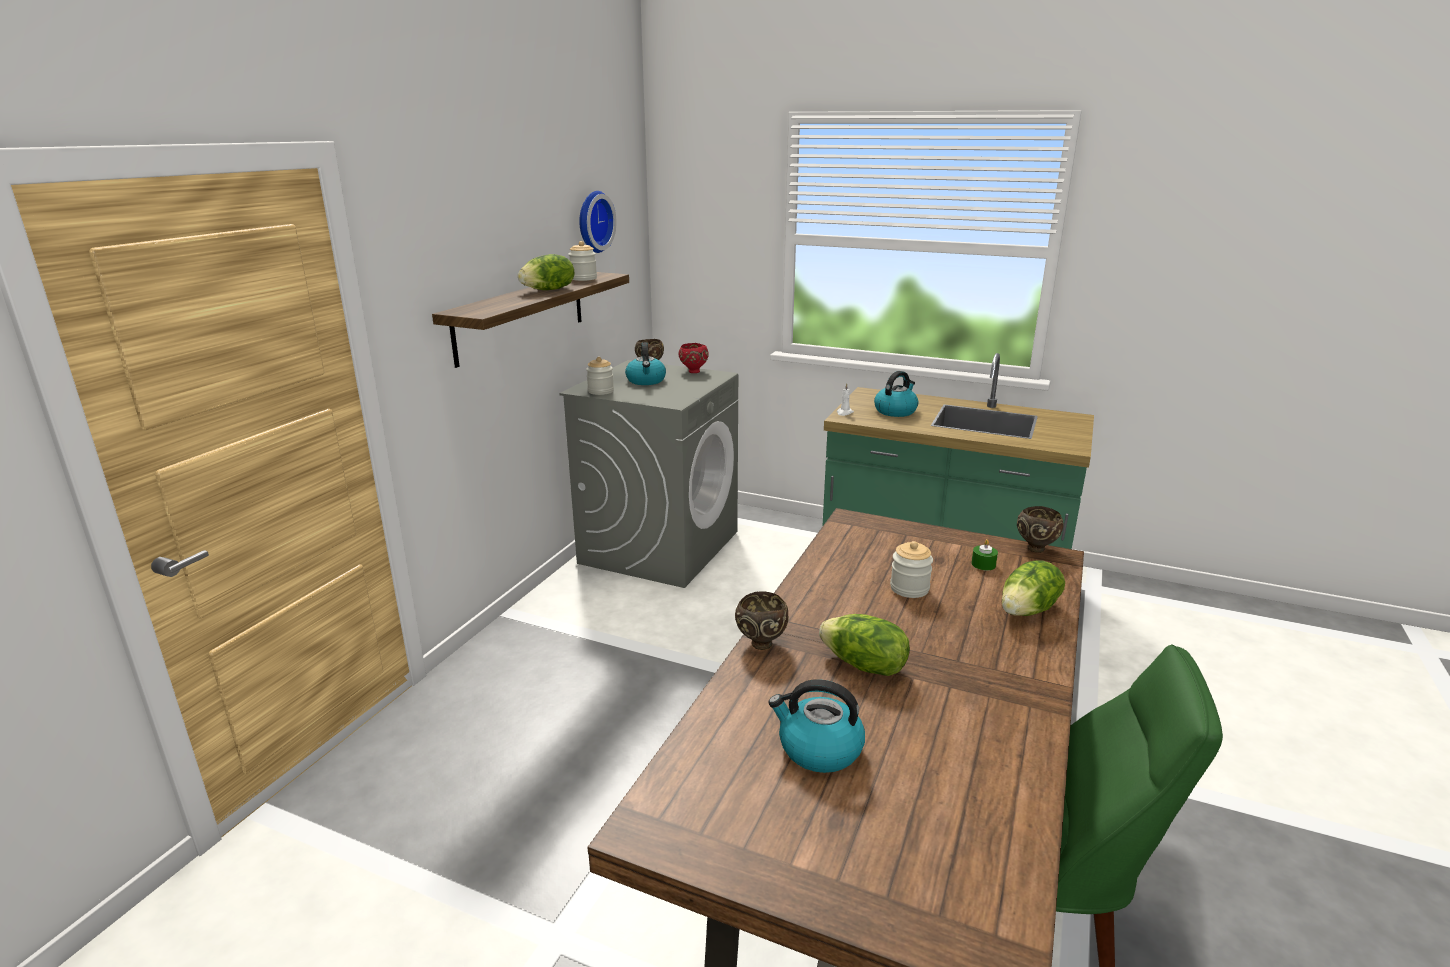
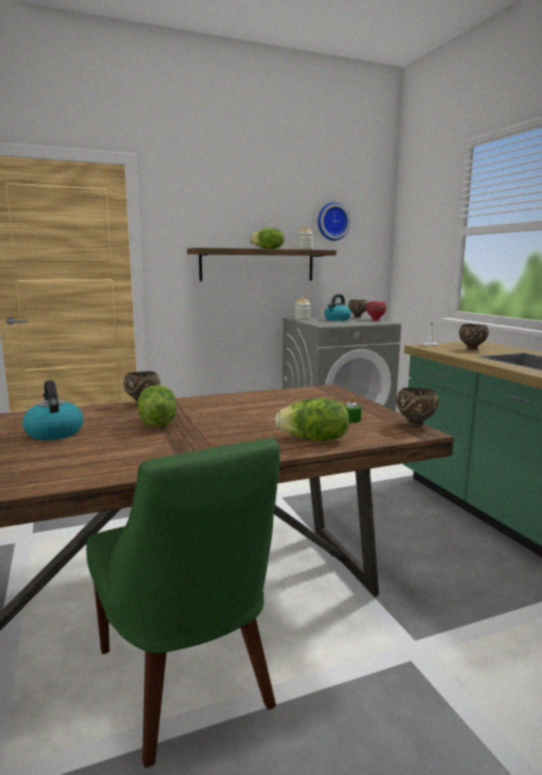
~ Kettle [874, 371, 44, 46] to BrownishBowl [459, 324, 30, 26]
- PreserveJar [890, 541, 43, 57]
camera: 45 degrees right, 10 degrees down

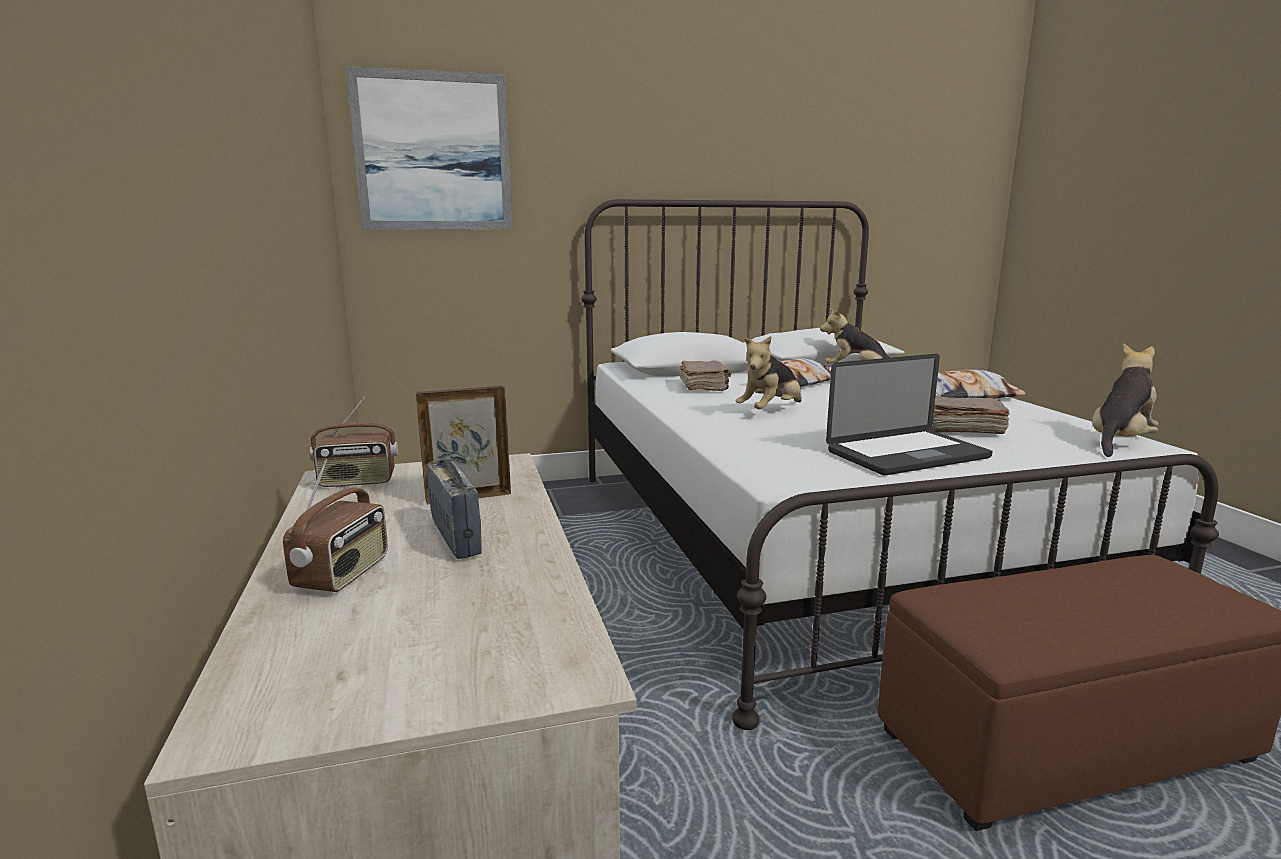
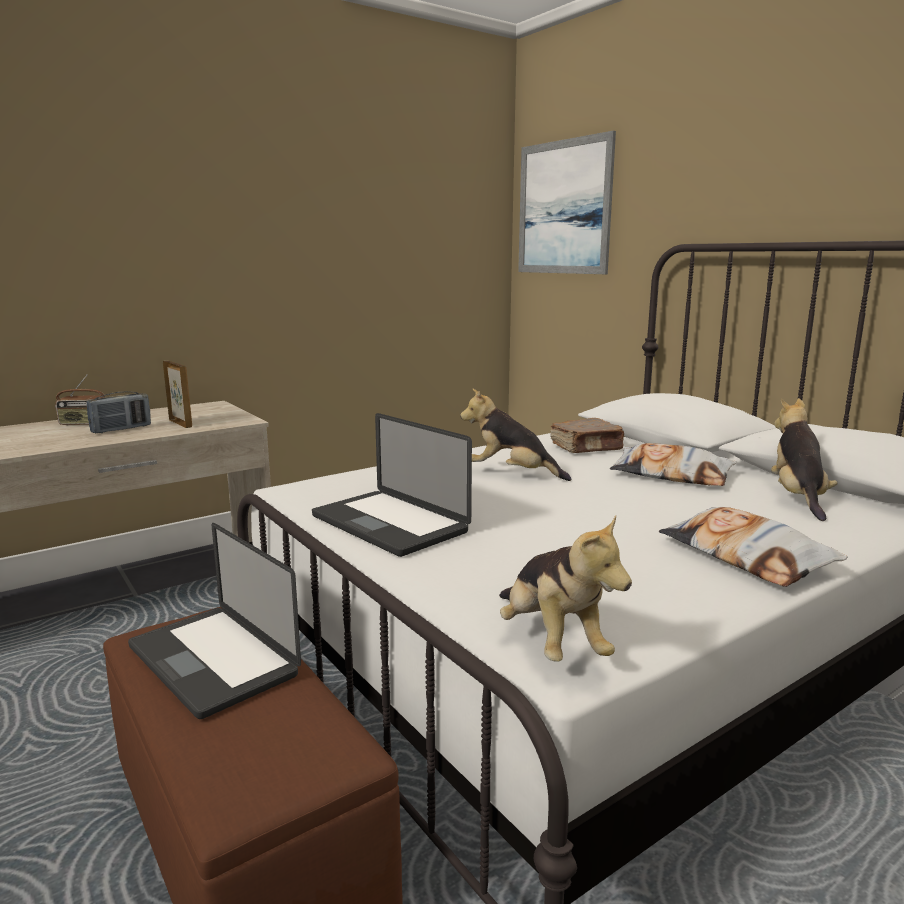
- RadioSet [310, 397, 88, 90]
- BrownishVolume [930, 397, 80, 37]
~ PlushToy [1092, 343, 66, 114] = [499, 515, 133, 147] 45 degrees clockwise
+ NotebookComputer [128, 523, 173, 196]
camera: 70 degrees right, 0 degrees up

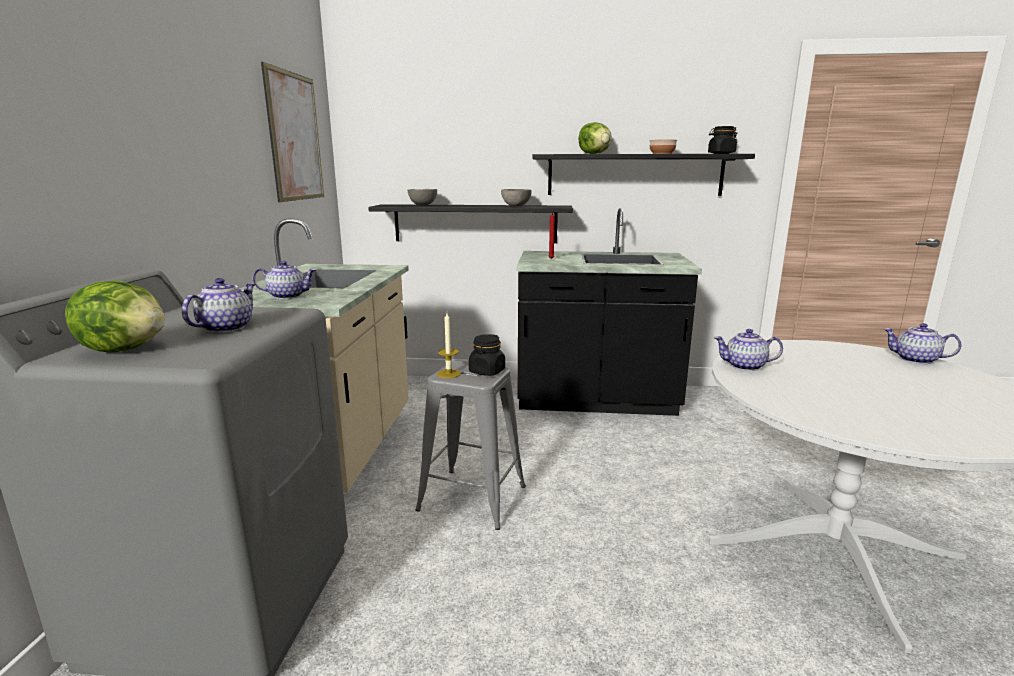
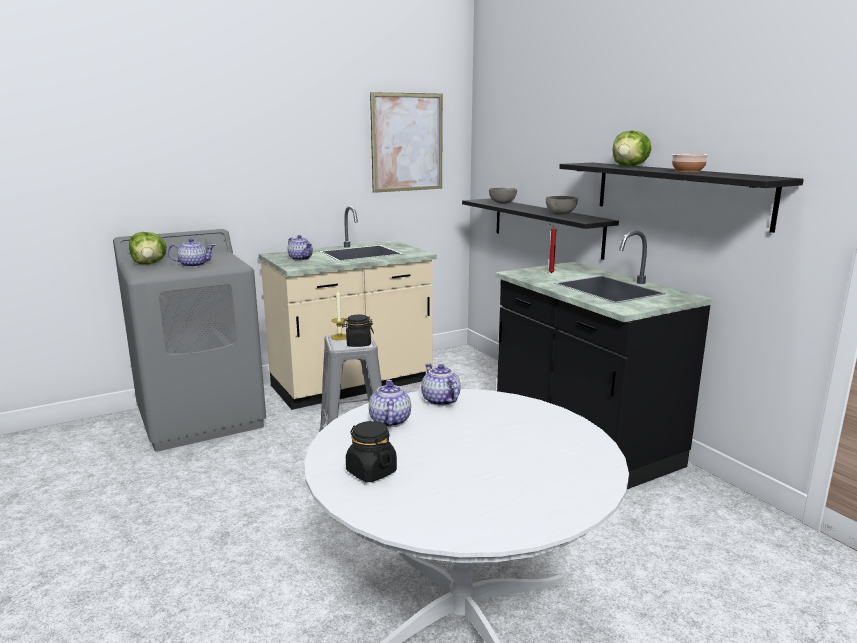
~ BlackishPreserveJar [708, 126, 29, 28] to [346, 421, 51, 61]
~ PotForTea [884, 323, 77, 41] to [369, 380, 42, 47]
camera: 55 degrees right, 0 degrees up

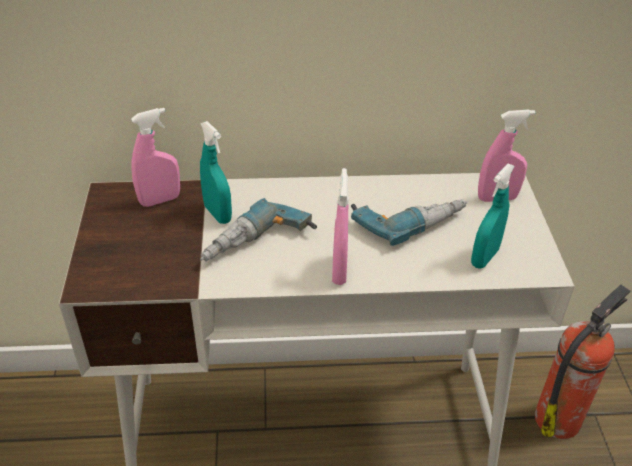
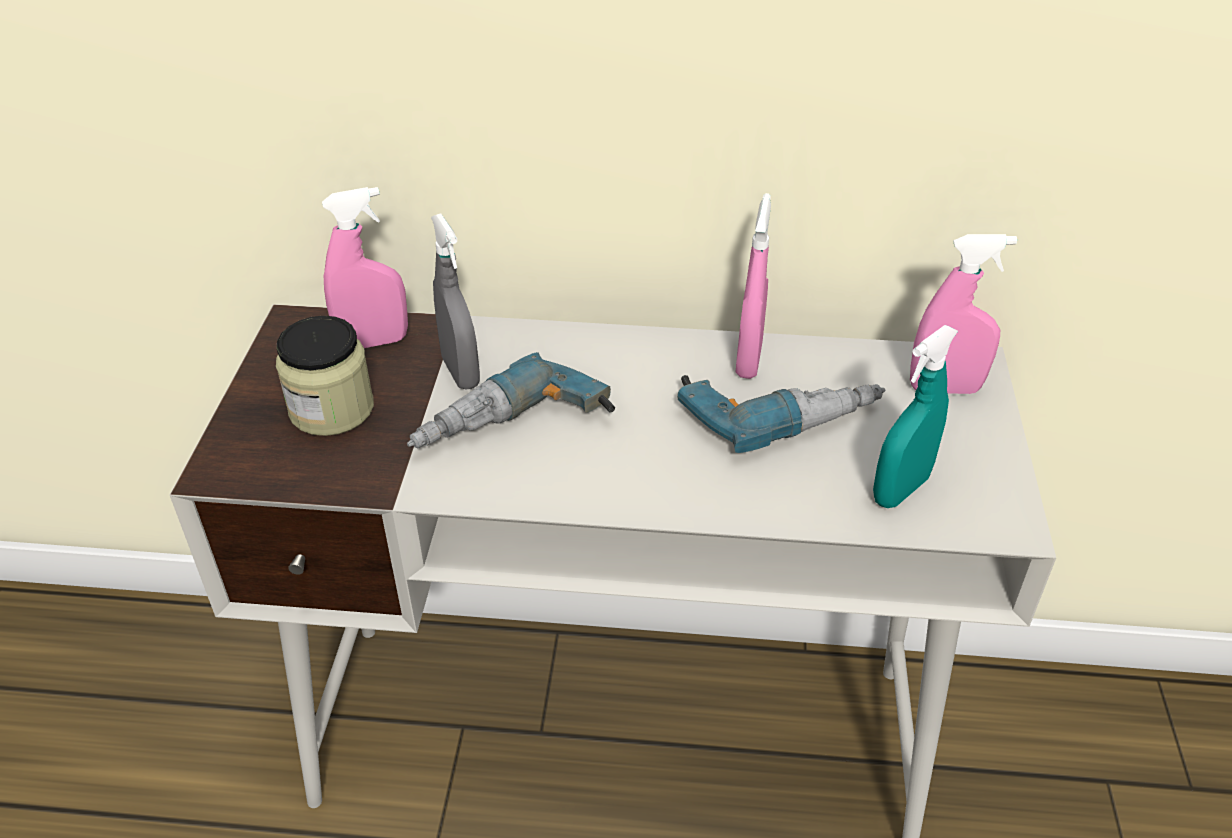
~ TurquoiseColouredSprayBottle [200, 121, 32, 103] to GreySprayBottle [431, 213, 49, 176]
~ PinkColouredSprayBottle [332, 168, 17, 117] to [735, 193, 36, 186]
- FireExtinguisher [535, 285, 96, 154]
+ PreserveJar [276, 316, 98, 120]
camera: 10 degrees right, 0 degrees up

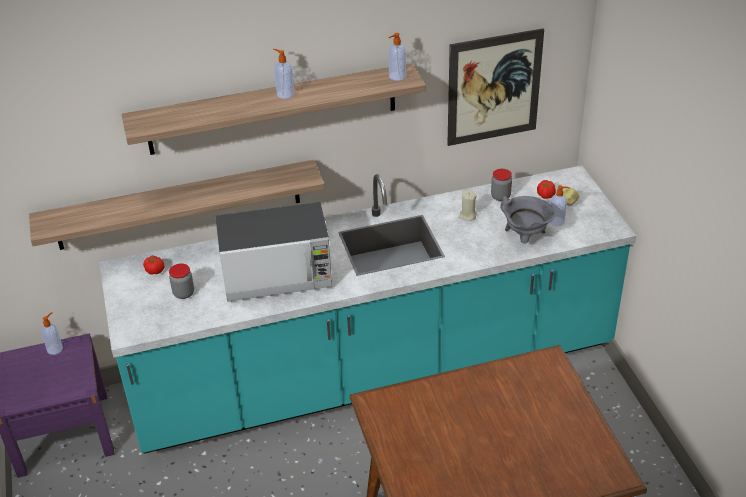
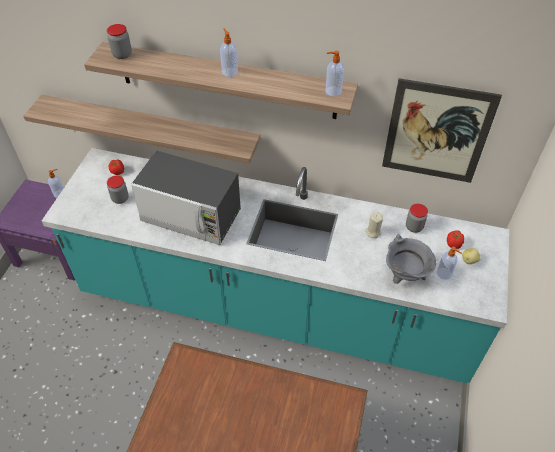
+ PreserveJar [107, 24, 25, 35]
camera: 30 degrees right, 10 degrees up

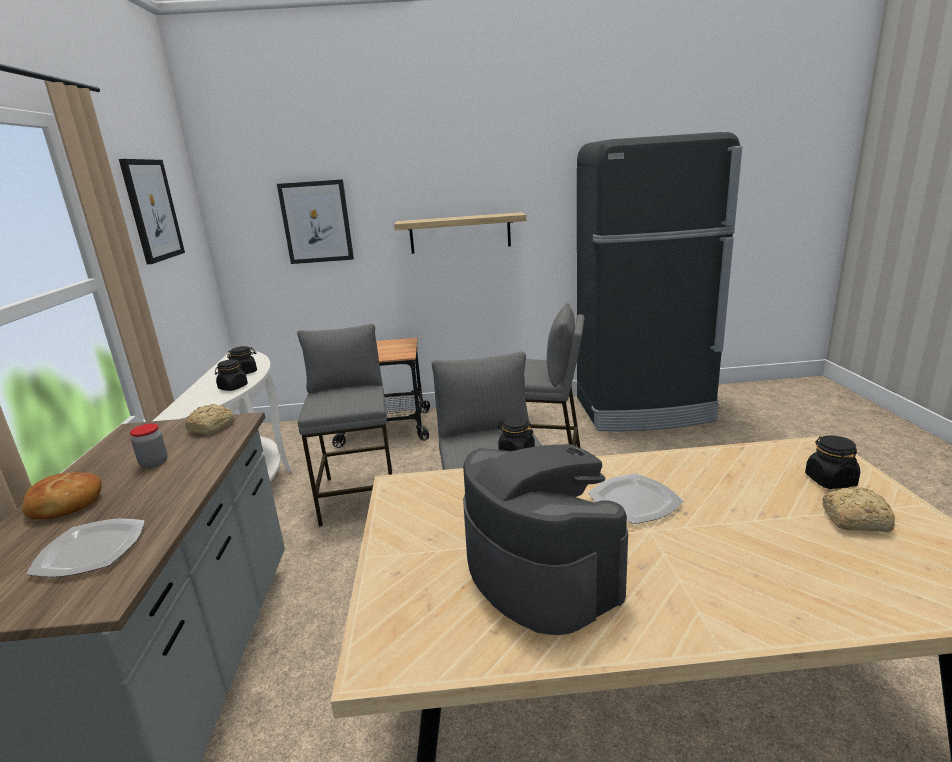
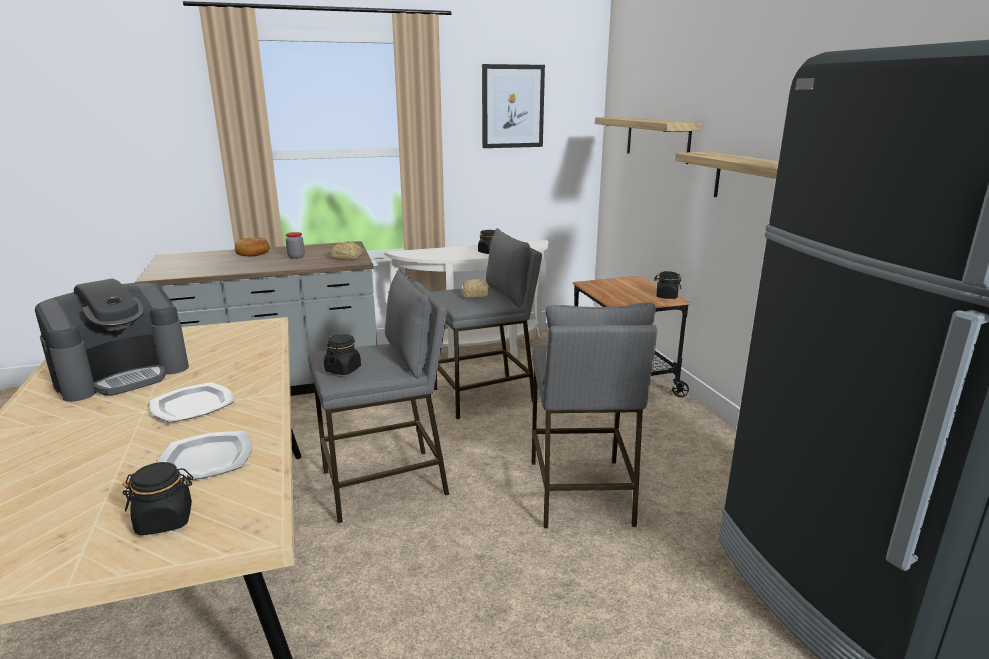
~ Plate [27, 519, 118, 58] to [157, 431, 95, 49]
~ BlackishPreserveJar [215, 359, 33, 32] to [654, 271, 27, 28]
~ WallPicture [277, 179, 77, 85] to BracketShelf [595, 117, 107, 47]
~ Bread [822, 486, 73, 46] to [463, 279, 26, 19]
camera: 75 degrees right, 0 degrees up

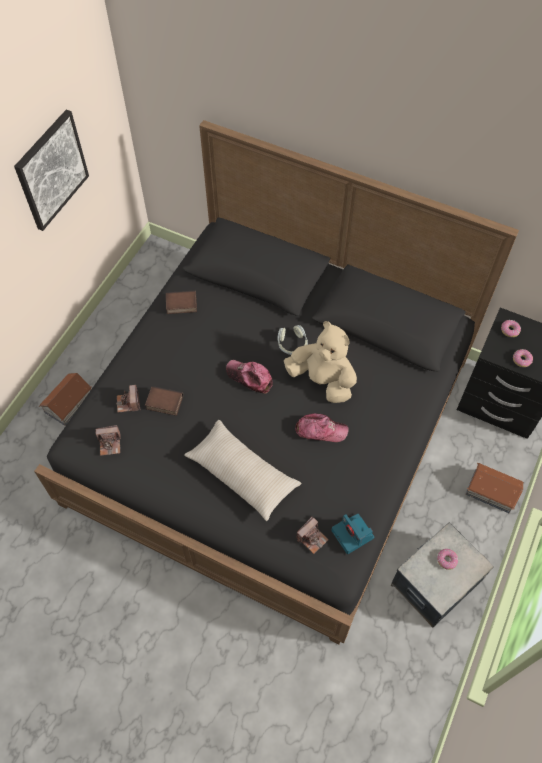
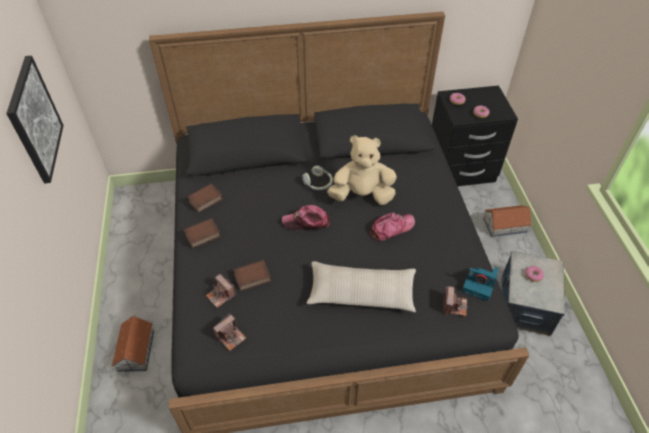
+ Volume [183, 218, 38, 30]
camera: 35 degrees left, 10 degrees down

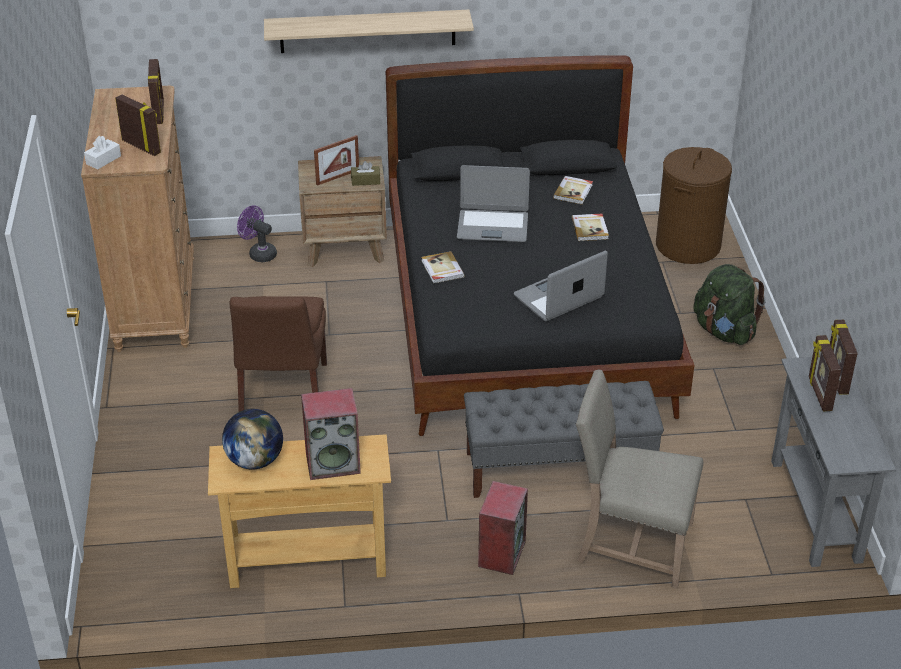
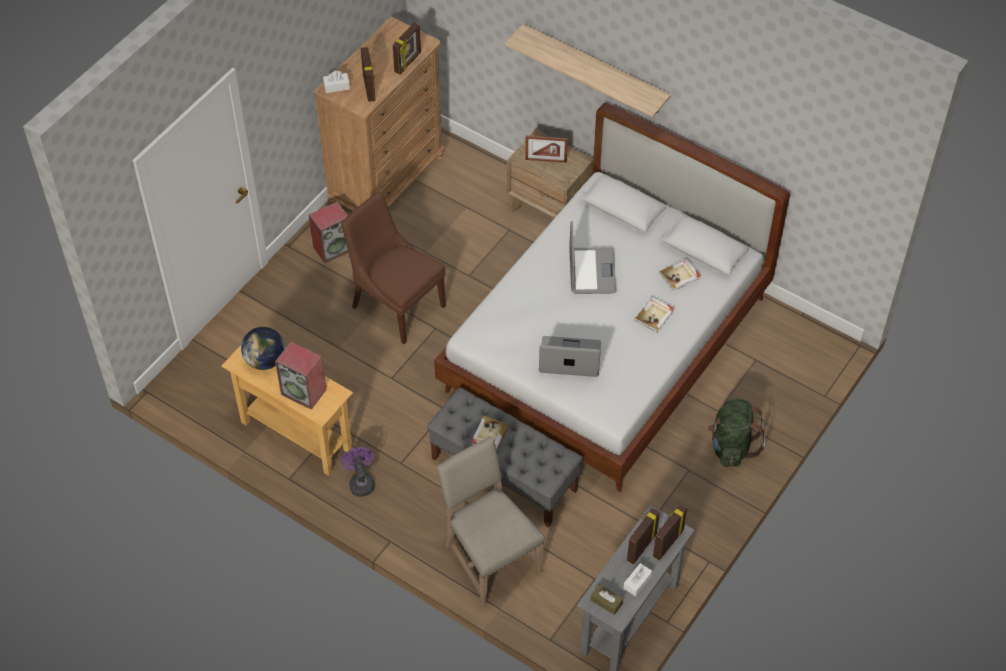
~ BrownishPlainChair [230, 296, 97, 116] = [341, 192, 105, 152] 90 degrees clockwise
~ PurpleColouredCoolingFan [237, 206, 40, 56] to [341, 447, 34, 50]
~ BrownishTissueBox [351, 161, 29, 25] to [591, 584, 32, 31]
~ BlackishSleepingBed [386, 55, 308, 381] to WhiteSleepingBed [434, 103, 356, 389]
~ Volume [421, 251, 44, 32] to [471, 416, 38, 35]
~ NotebookComputer [457, 165, 73, 77] = [569, 221, 47, 73] 135 degrees counterclockwise
~ AudioSpeaker [478, 481, 50, 94] to [309, 202, 39, 61]
- BrownishHamper [656, 147, 76, 117]
+ WhiteTissueBox [623, 563, 30, 34]
camera: 40 degrees right, 15 degrees up

